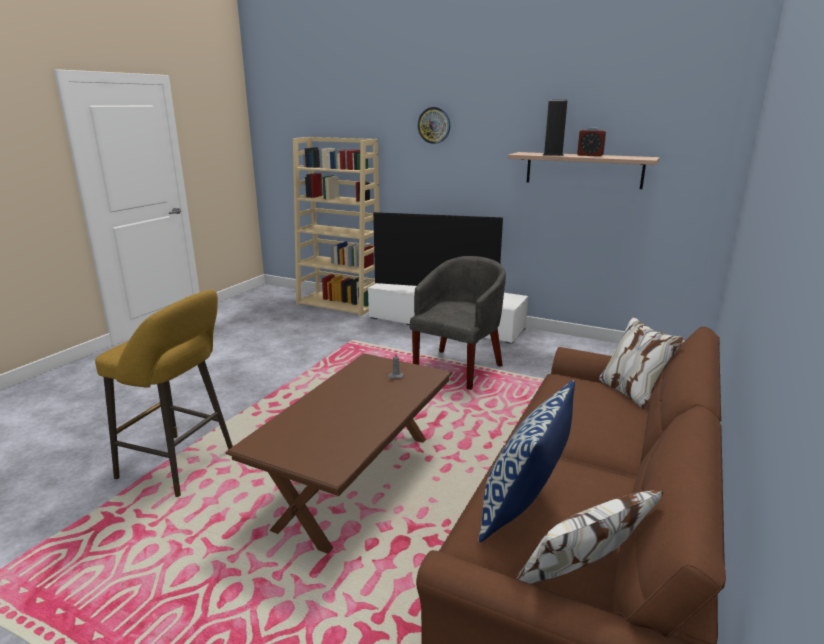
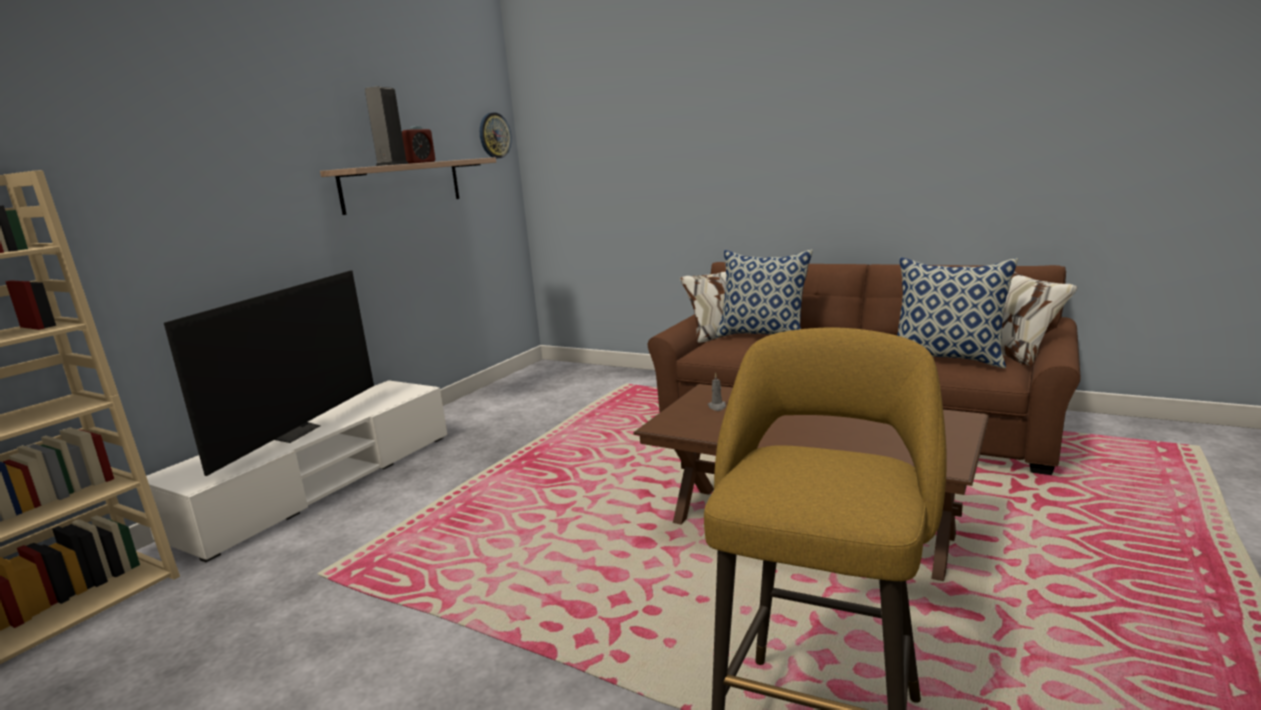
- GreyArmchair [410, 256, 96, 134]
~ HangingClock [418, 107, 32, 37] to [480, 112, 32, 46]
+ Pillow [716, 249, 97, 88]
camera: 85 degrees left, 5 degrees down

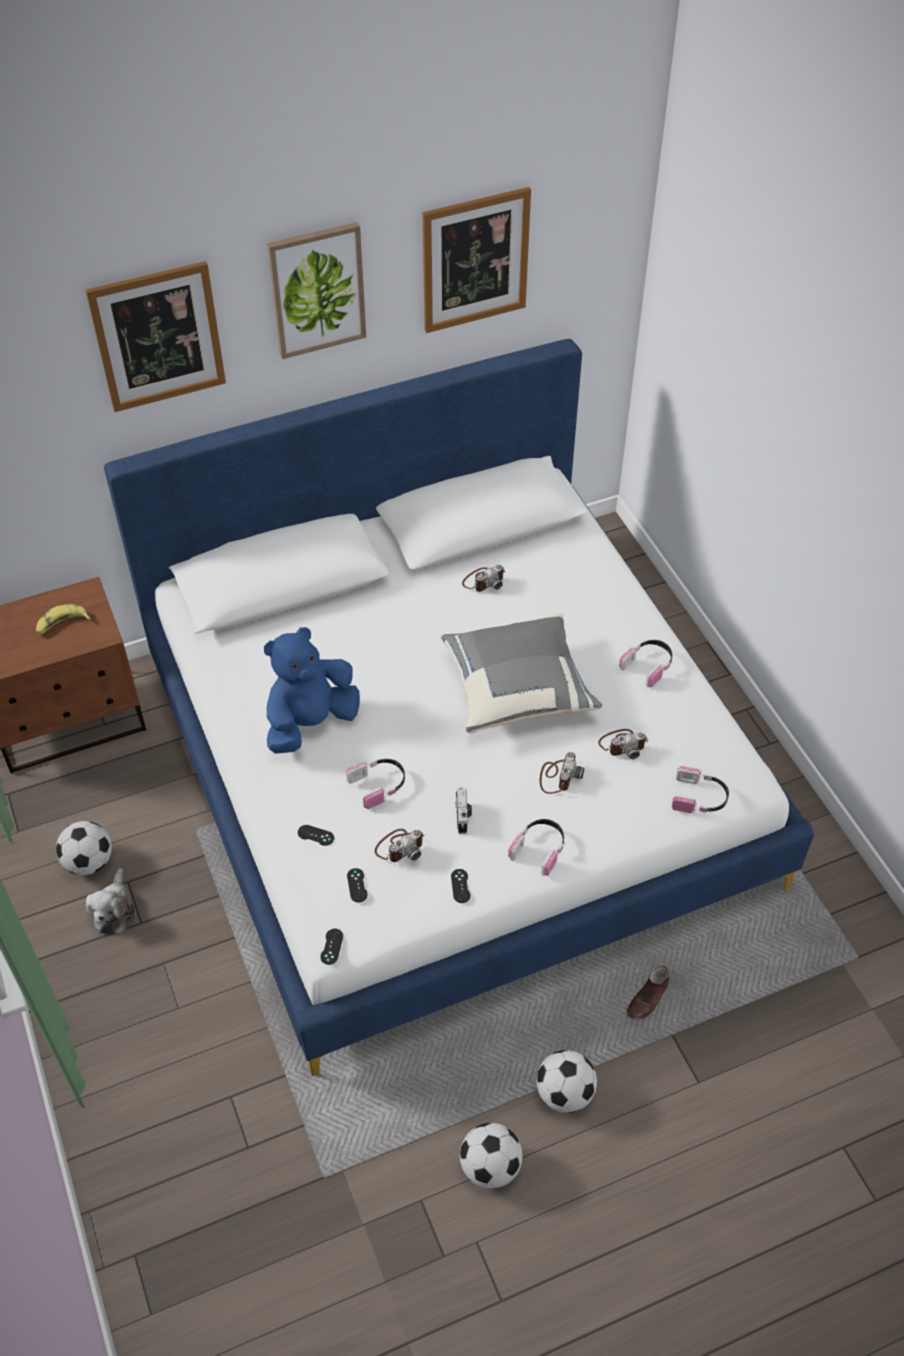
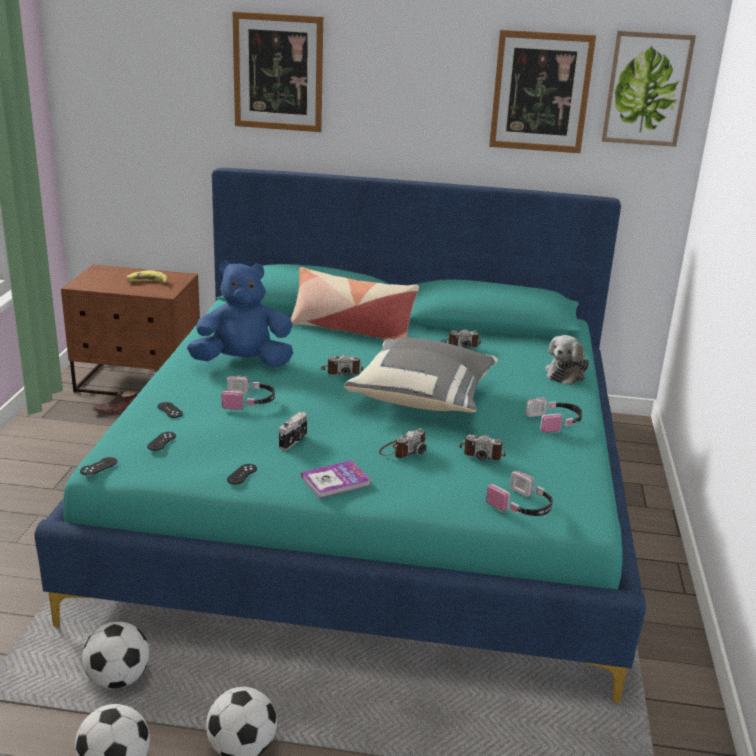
~ Football [56, 821, 56, 54] to [82, 622, 67, 67]
~ PlushToy [86, 868, 49, 66] to [545, 335, 44, 50]
~ WhiteSleepingBed [104, 339, 710, 737] to TurquoiseColouredSleepingBed [34, 168, 612, 535]
~ WallPicture [267, 222, 99, 137] to [601, 31, 95, 116]
~ PhotoCamera [375, 829, 50, 33] to [321, 355, 42, 21]
~ PairOfHeadphones [508, 819, 57, 57] to Volume [301, 460, 70, 38]
~ BrownishLowShoe [626, 966, 43, 54] to [92, 391, 45, 25]
+ Pillow [291, 267, 128, 73]
camera: 30 degrees right, 25 degrees down

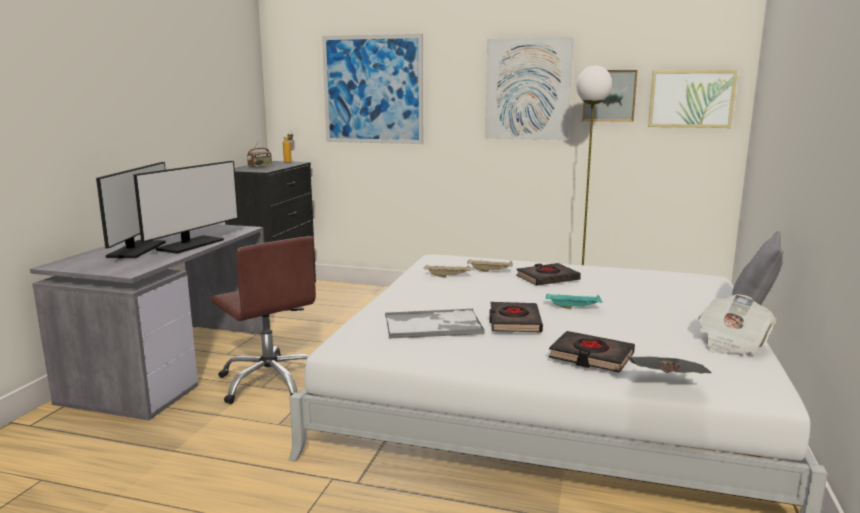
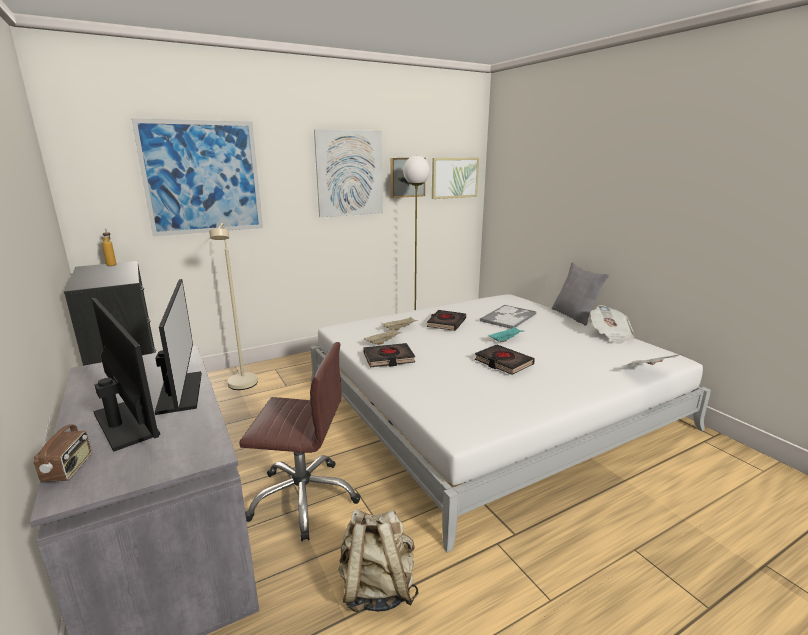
~ RadioSet [247, 140, 25, 28] to [33, 415, 59, 67]
~ CarryingTray [385, 309, 100, 30] to [480, 305, 56, 24]
~ BlackishVolume [549, 331, 86, 42] to [363, 343, 52, 24]
+ SandColouredStandardLamp [209, 223, 49, 167]
+ SandColouredBackpack [338, 510, 80, 102]
camera: 45 degrees left, 5 degrees up

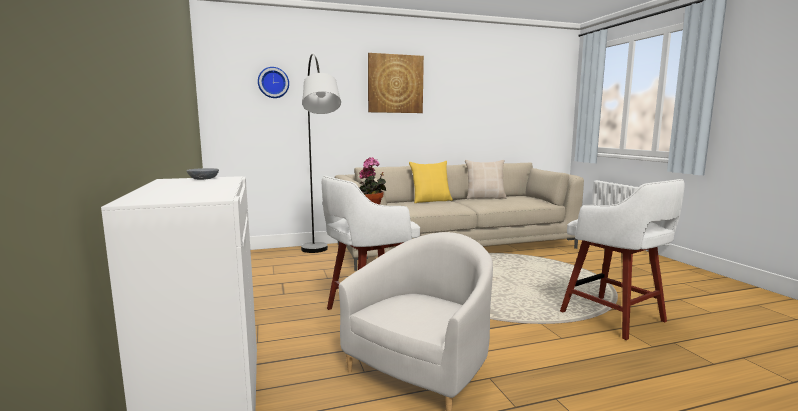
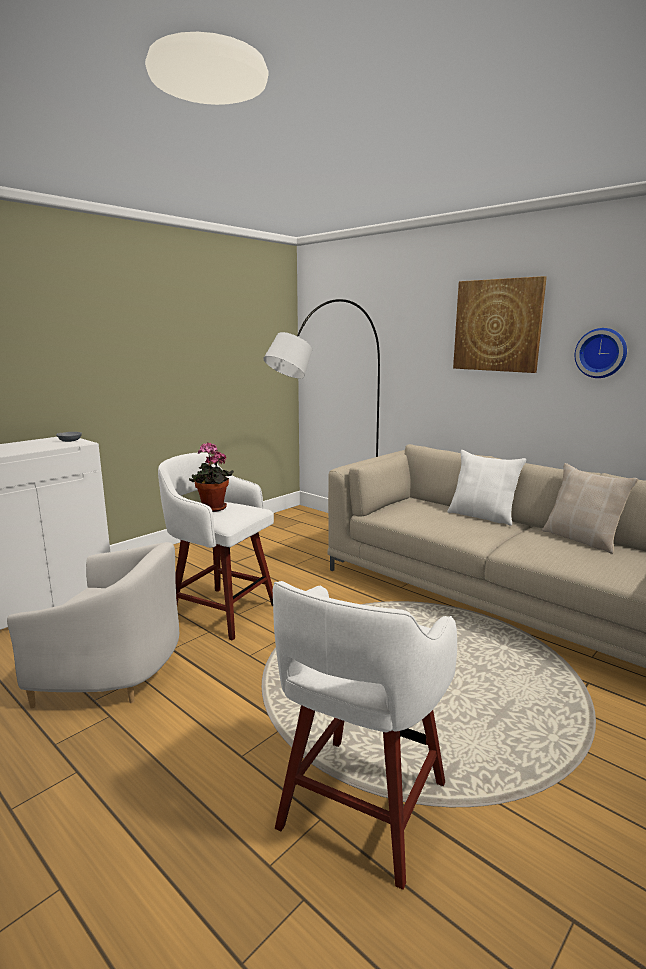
~ HangingClock [258, 67, 31, 31] to [575, 328, 52, 50]
~ YellowColouredPillow [409, 161, 44, 42] to WhitePillow [447, 450, 79, 76]
camera: 60 degrees right, 5 degrees up

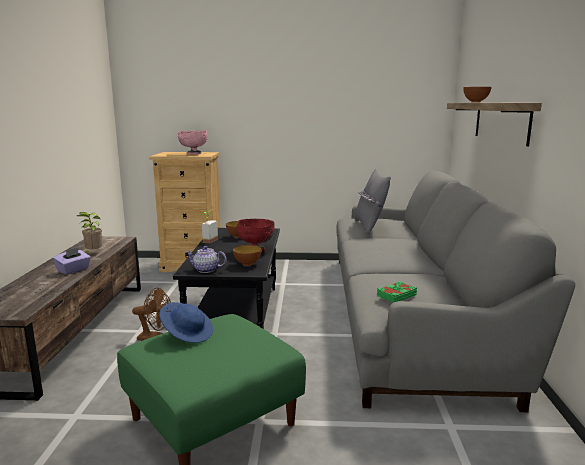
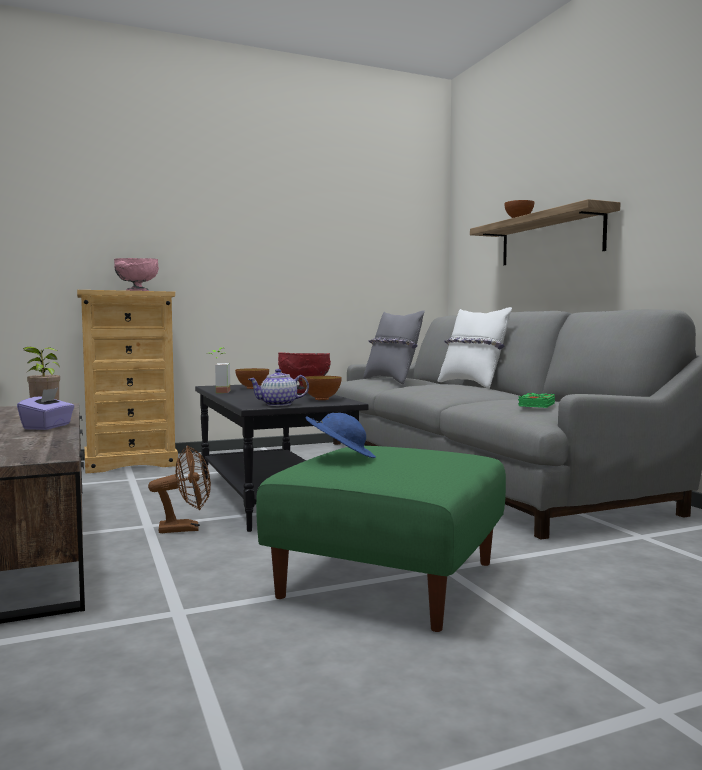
+ WhitePillow [438, 307, 74, 82]
camera: 25 degrees left, 10 degrees down

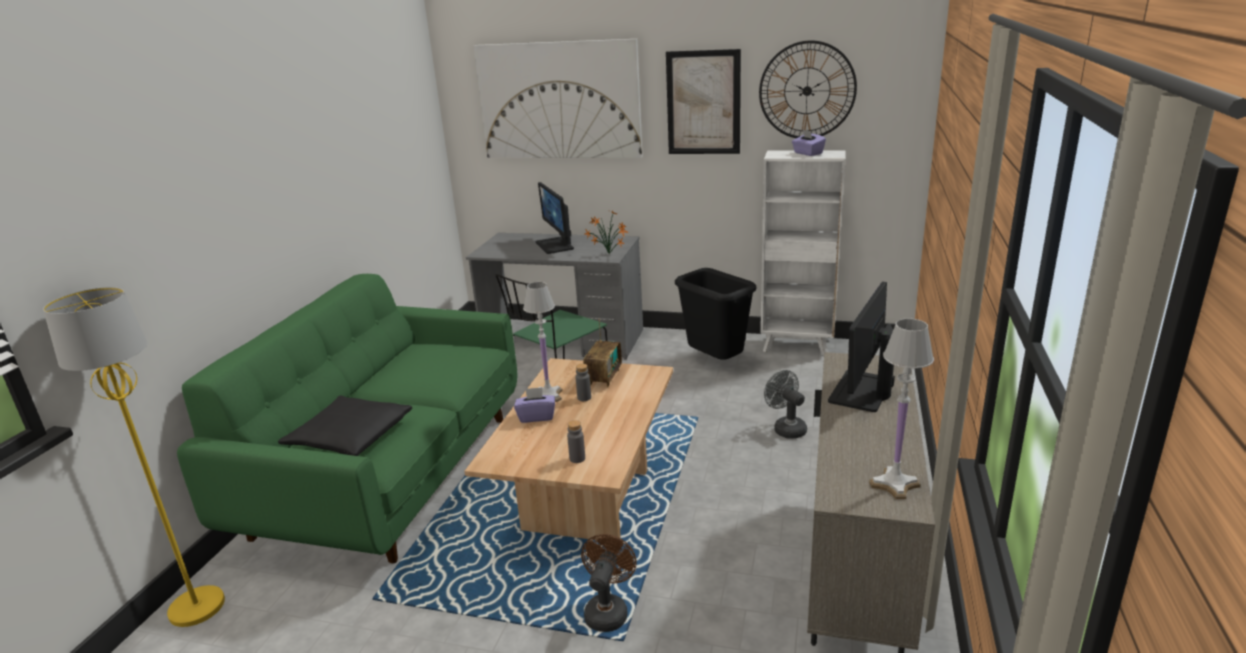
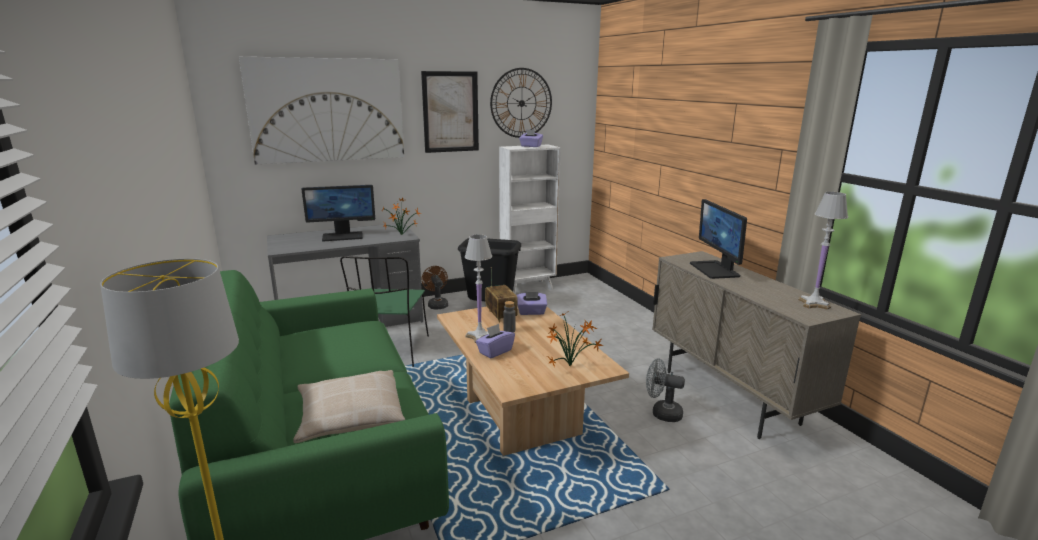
~ BlackishPillow [278, 395, 134, 61] to SandColouredPillow [293, 370, 112, 73]
~ ComputerDisplay [535, 182, 39, 72] = [301, 185, 74, 56] 45 degrees counterclockwise
~ GreyDrinkBottle [567, 420, 18, 43] to Houseplant [547, 313, 56, 54]
~ BrownishCoolingFan [581, 534, 56, 98] to [422, 266, 26, 44]
~ GreyCoolingFan [764, 370, 43, 69] to [646, 358, 39, 64]
+ PurpleColouredTissueBox [516, 292, 31, 23]
camera: 40 degrees left, 5 degrees down

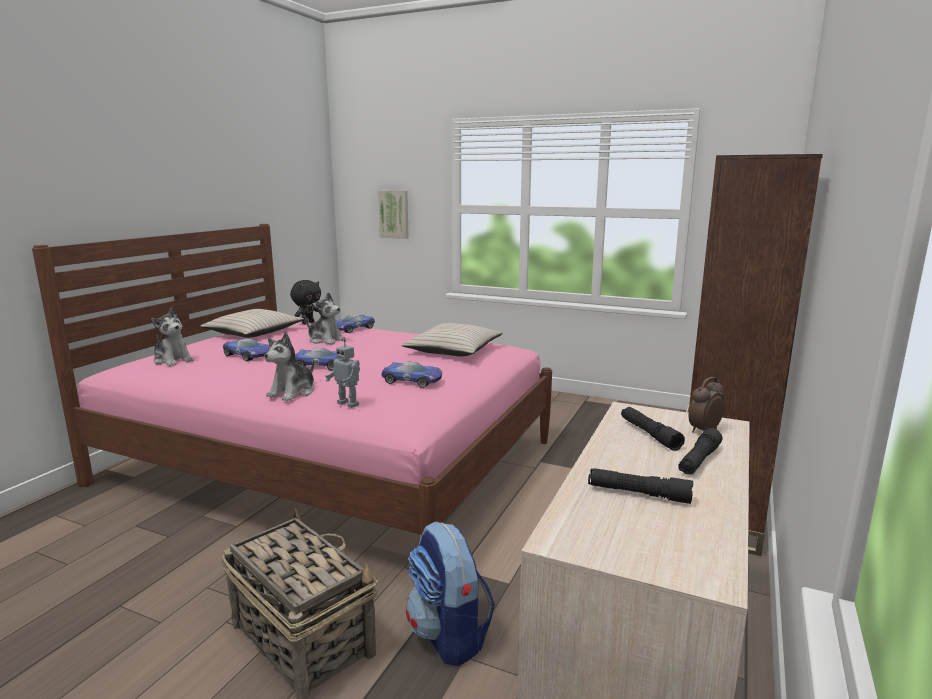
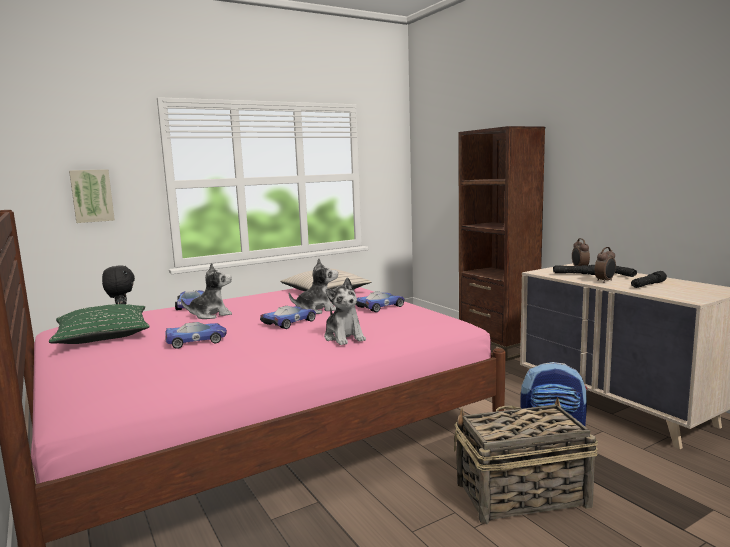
~ PlushToy [151, 308, 43, 58] to [289, 258, 49, 56]
~ SandColouredPillow [200, 309, 104, 29] to GreenPillow [49, 304, 100, 40]
- ToyRobot [326, 339, 34, 69]
+ BedsideClock [595, 247, 21, 36]
camera: 55 degrees left, 5 degrees down

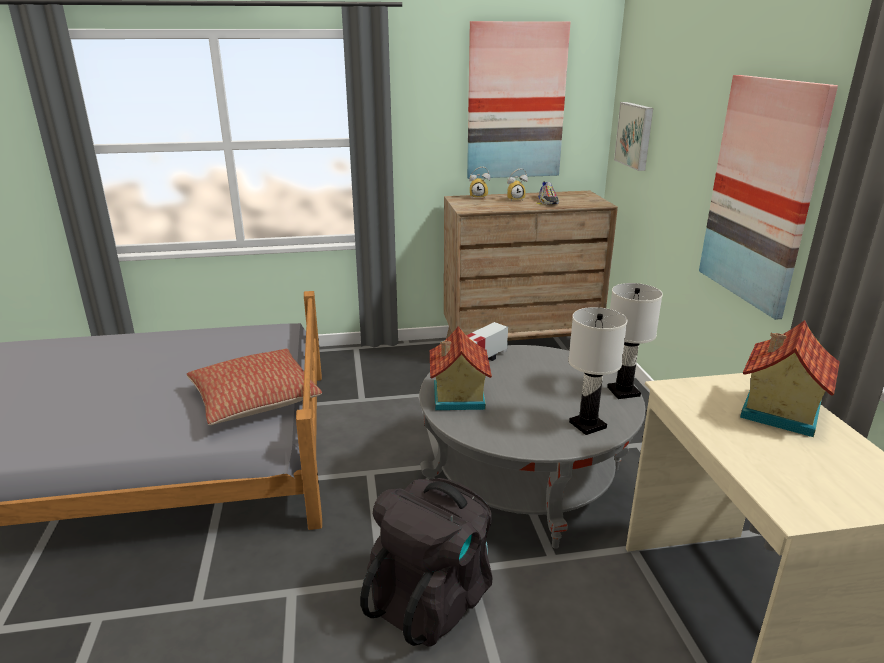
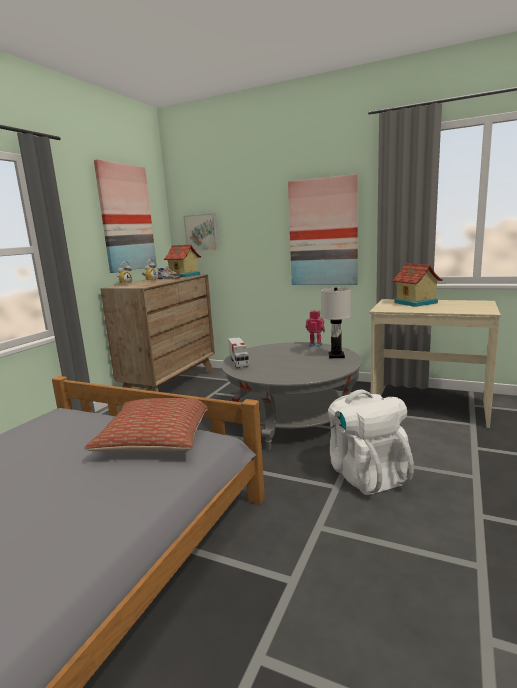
~ BlackishBackpack [360, 478, 133, 168] to WhiteBackpack [328, 390, 86, 105]
~ ModelHouse [430, 326, 62, 84] to [164, 245, 37, 32]
~ WhiteTableLamp [607, 283, 56, 116] to ToyRobot [306, 309, 19, 38]
camera: 55 degrees left, 10 degrees down

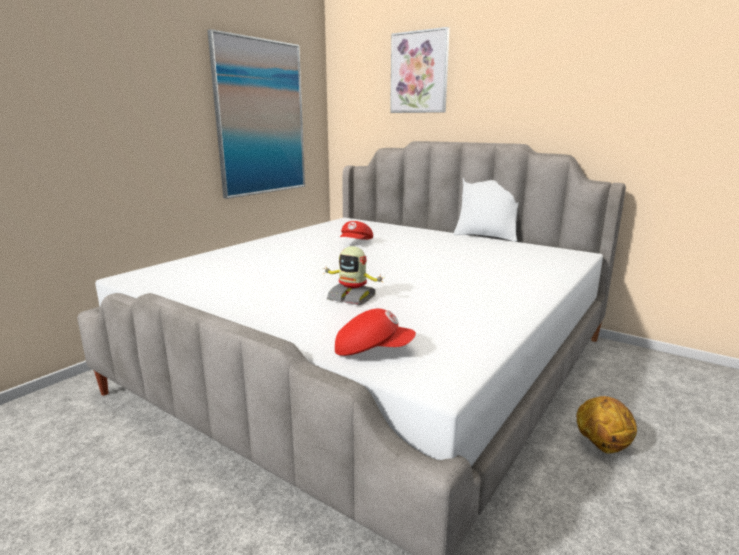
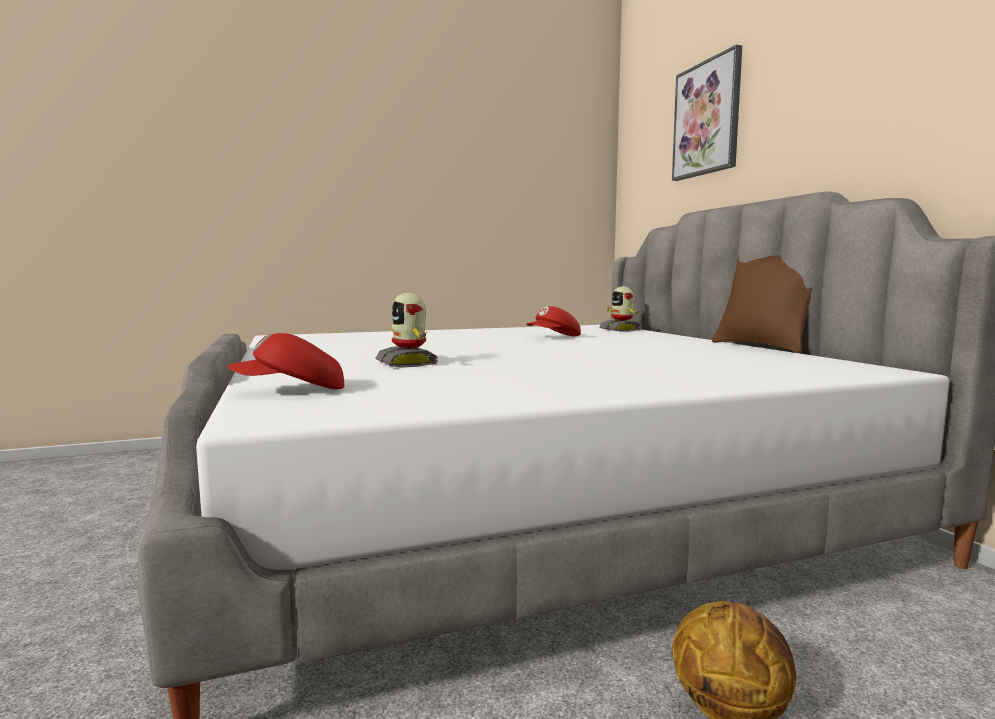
- WallPicture [207, 29, 98, 170]
~ RedColouredPeakedCap [335, 309, 81, 47] = [228, 333, 116, 56] 120 degrees clockwise
~ WhitePillow [454, 178, 65, 64] to BrownishPillow [712, 255, 100, 98]
+ ToyRobot [599, 286, 42, 46]
camera: 35 degrees right, 10 degrees down

